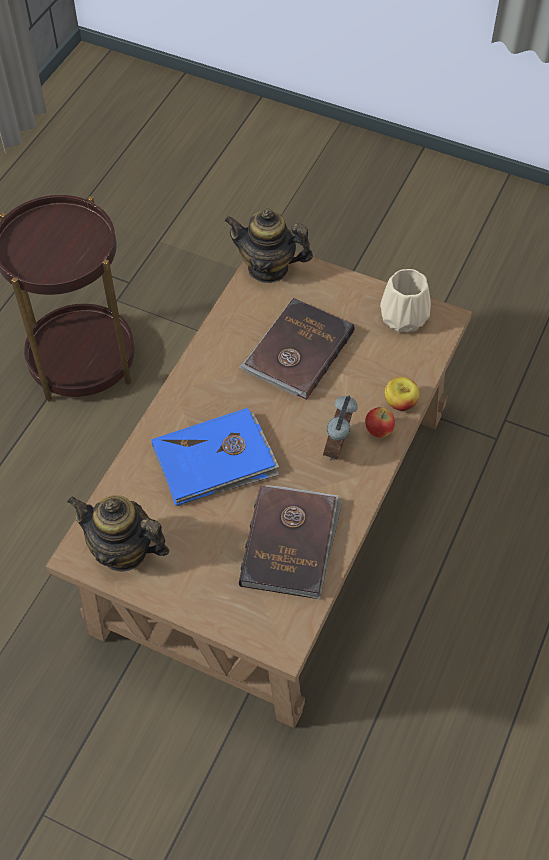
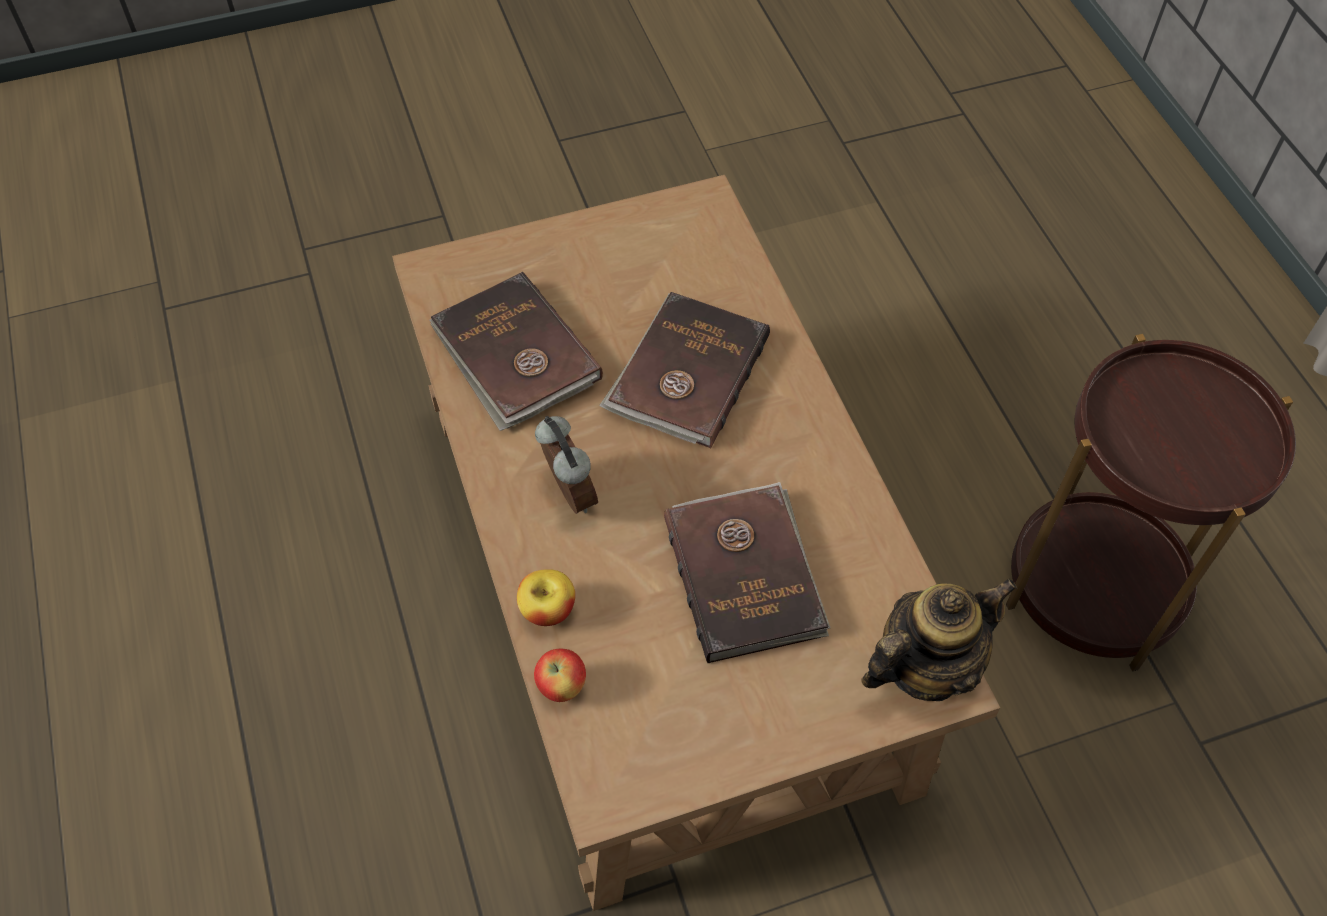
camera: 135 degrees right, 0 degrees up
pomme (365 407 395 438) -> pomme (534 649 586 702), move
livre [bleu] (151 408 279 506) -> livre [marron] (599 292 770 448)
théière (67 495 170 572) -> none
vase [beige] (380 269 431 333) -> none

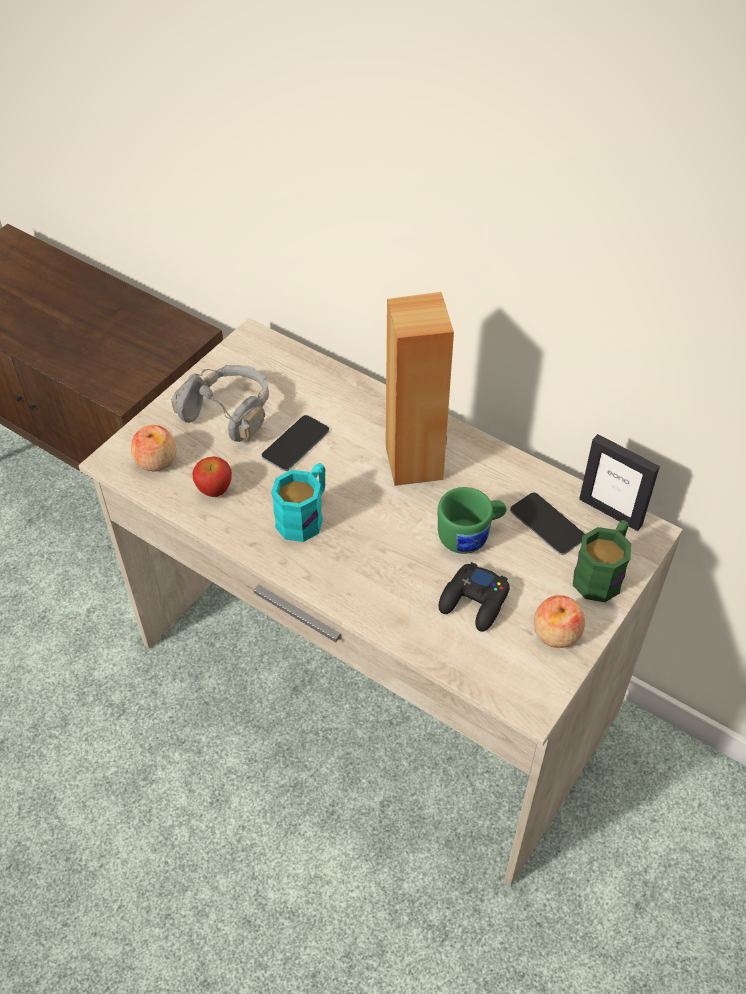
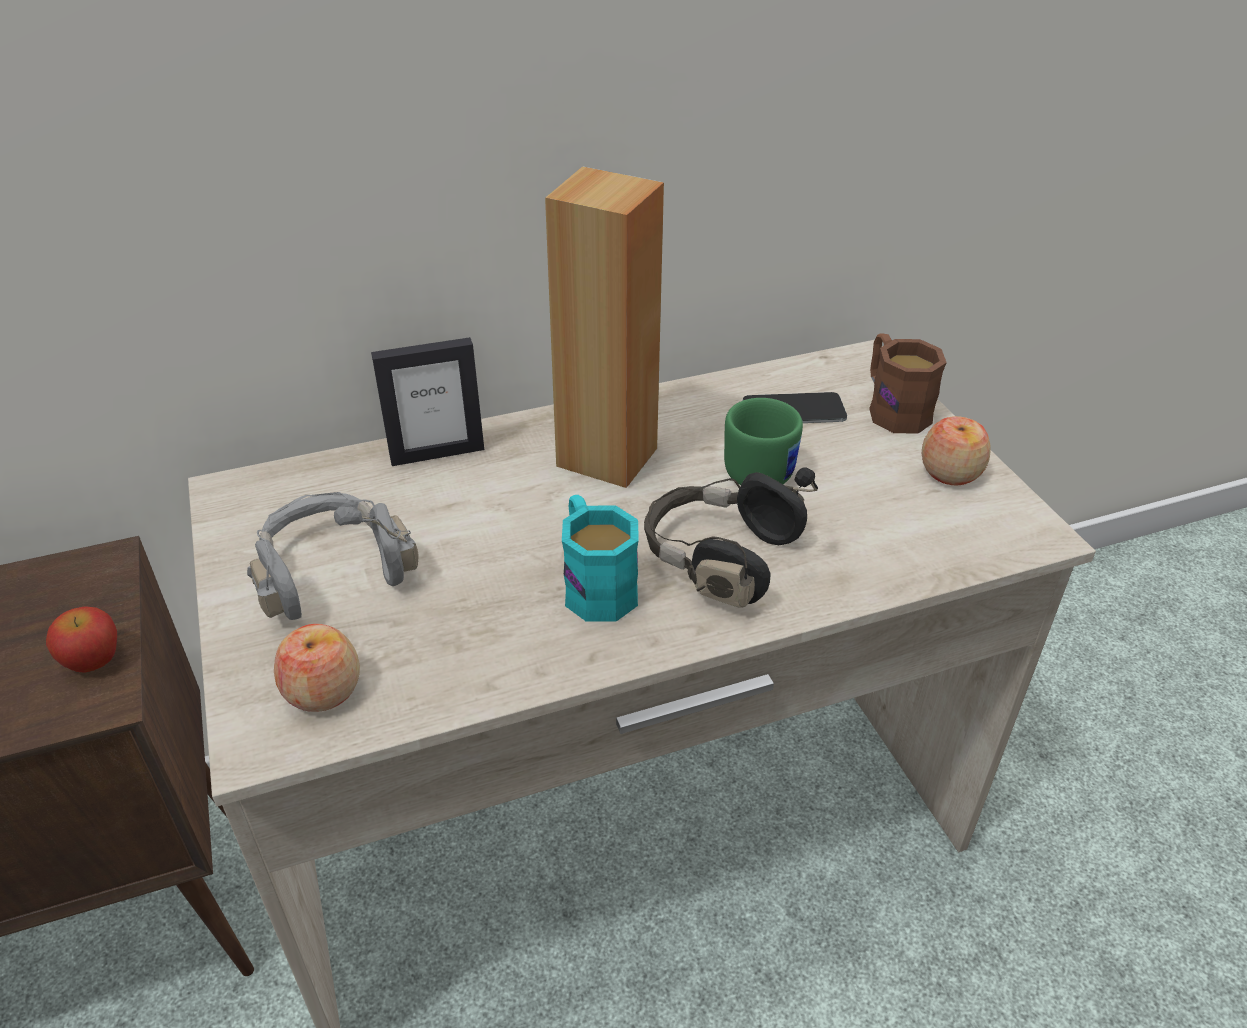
camera: 55 degrees left, 10 degrees down
pomme (193 457 232 497) -> pomme (46 606 117 673), move
cadre photo (579 434 660 531) -> cadre photo (371 337 484 466), move
none -> casque audio [noir] (644 467 818 608)
mug [vert] (573 520 631 602) -> mug [marron] (869 334 947 434)
téléphone (262 415 329 471) -> none
manette [noir] (439 562 510 632) -> none

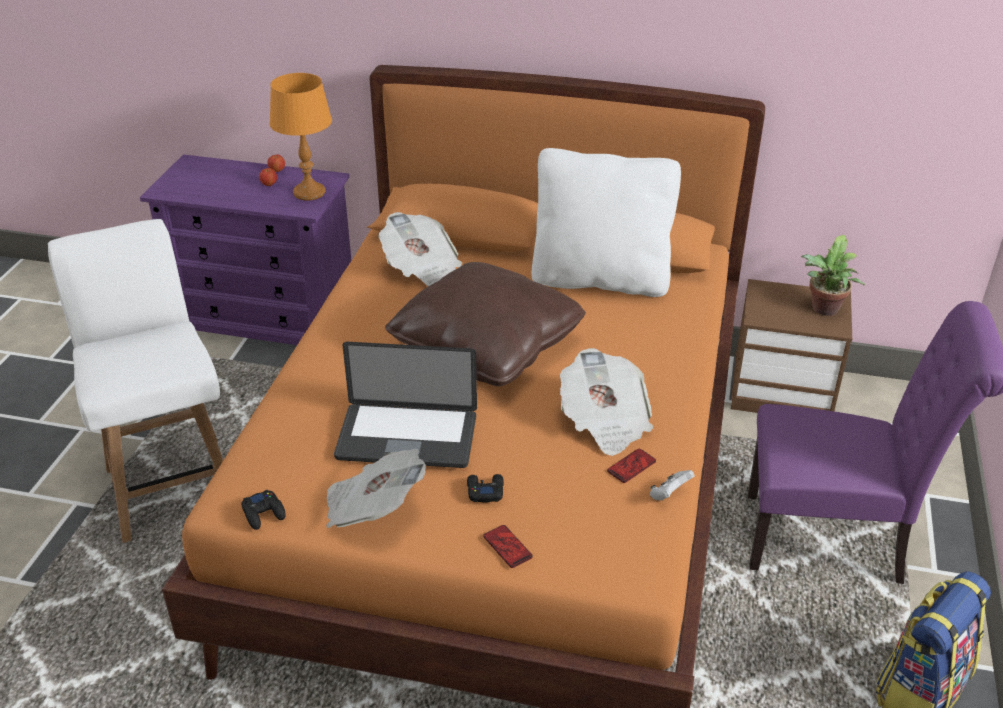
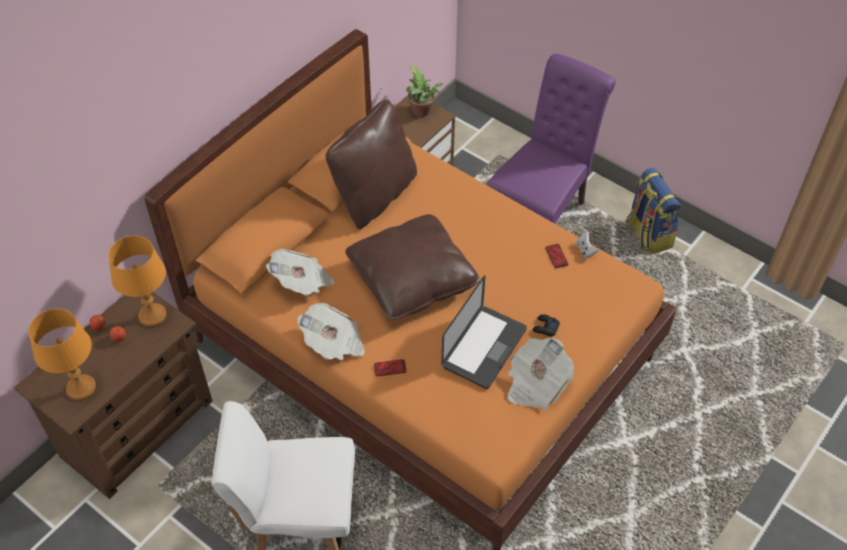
camera: 65 degrees left, 15 degrees up
commode [violet] (140 155 352 345) -> commode [marron] (14 292 212 499)
none -> lampe de table [orange] (28 309 96 400)
journal (560 348 653 456) -> journal (298 303 365 360), move
coussin [blanc] (532 148 681 297) -> coussin [marron] (326 99 417 230)
téléphone (483 525 533 568) -> téléphone (374 359 407 376), move
manette [noir] (242 490 286 530) -> none

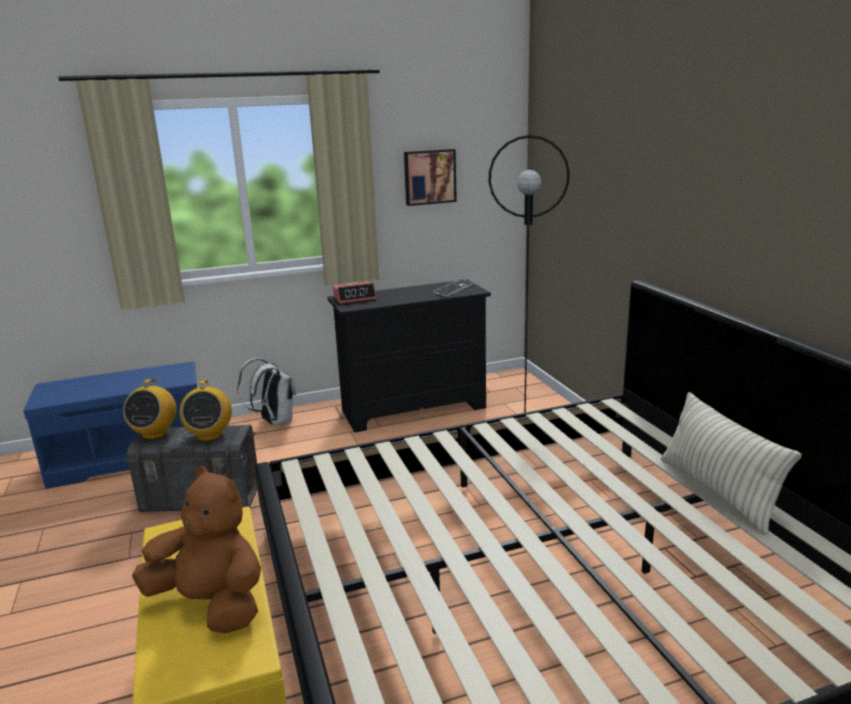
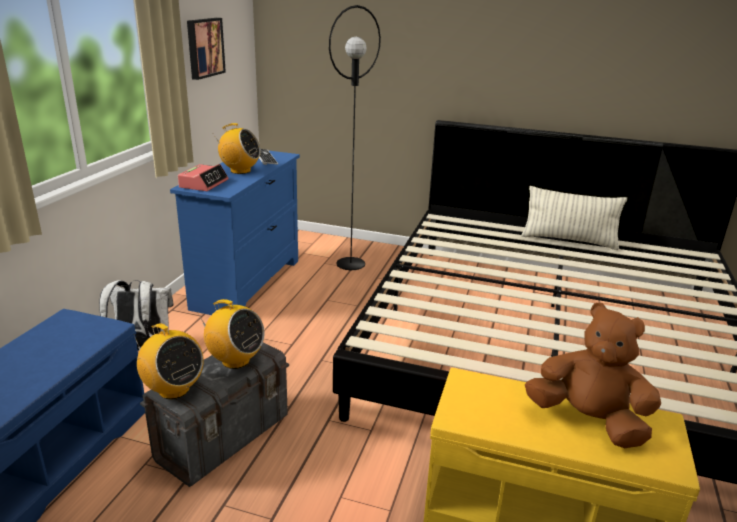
camera: 55 degrees left, 5 degrees up
commode [noir] (328 279 491 432) -> commode [bleu] (170 150 300 315)
none -> radio (214 123 261 174)
peluche [marron] (132 466 261 634) -> peluche [marron] (525 303 661 448), 60 degrees clockwise

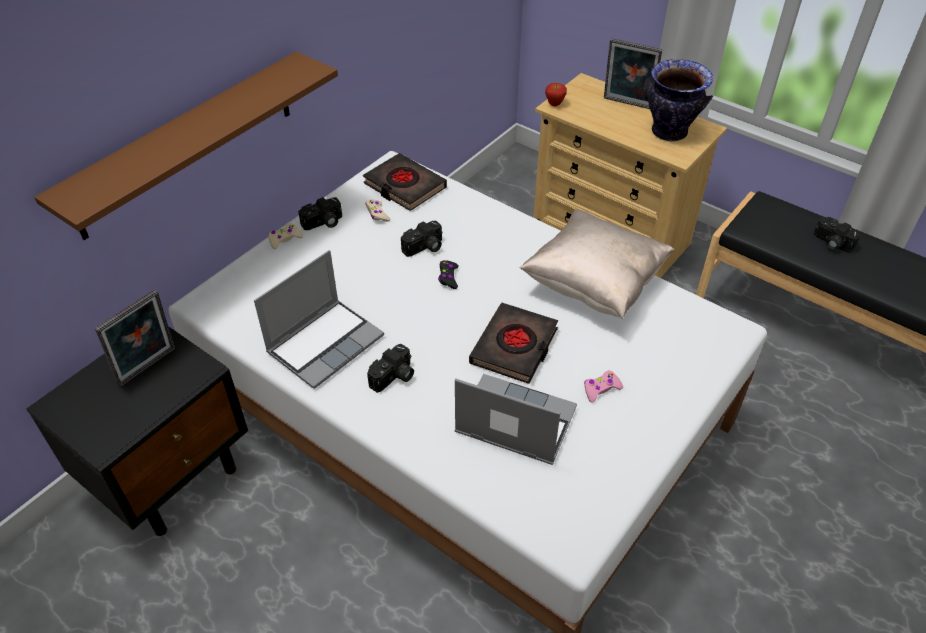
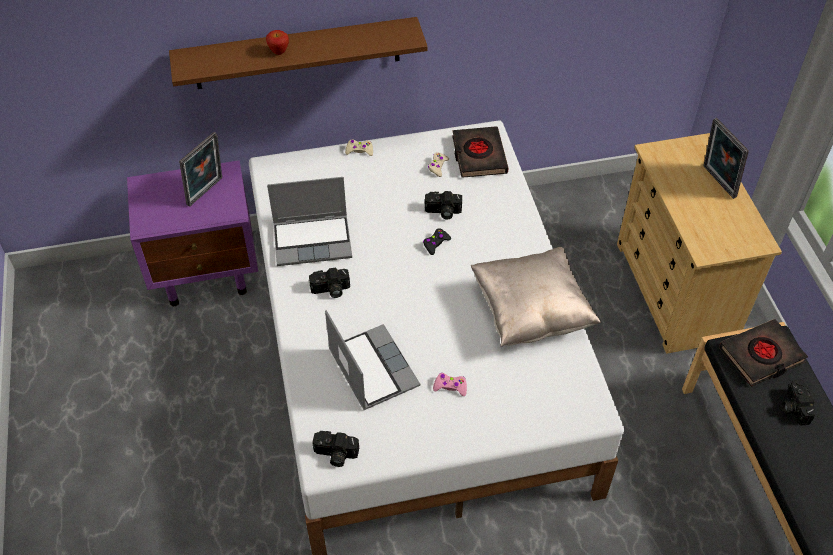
camera: 40 degrees right, 5 degrees up
table de chevet [noir] (26 326 248 536) -> table de chevet [violet] (127 160 258 306)
cadre photo (95 289 175 387) -> cadre photo (179 132 222 207), 45 degrees counterclockwise
pomme (545 83 567 106) -> pomme (266 30 289 55), move
appareil photo (298 197 342 230) -> appareil photo (312 431 359 467), move
livre [noir] (469 303 558 384) -> livre [noir] (719 319 808 387), move
vase (643 59 713 141) -> none

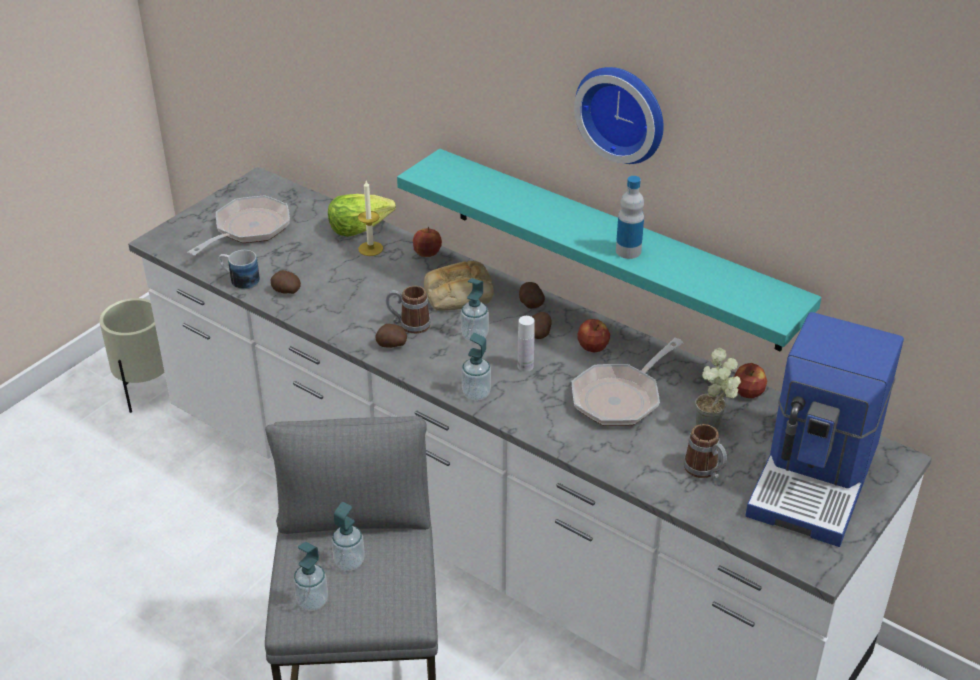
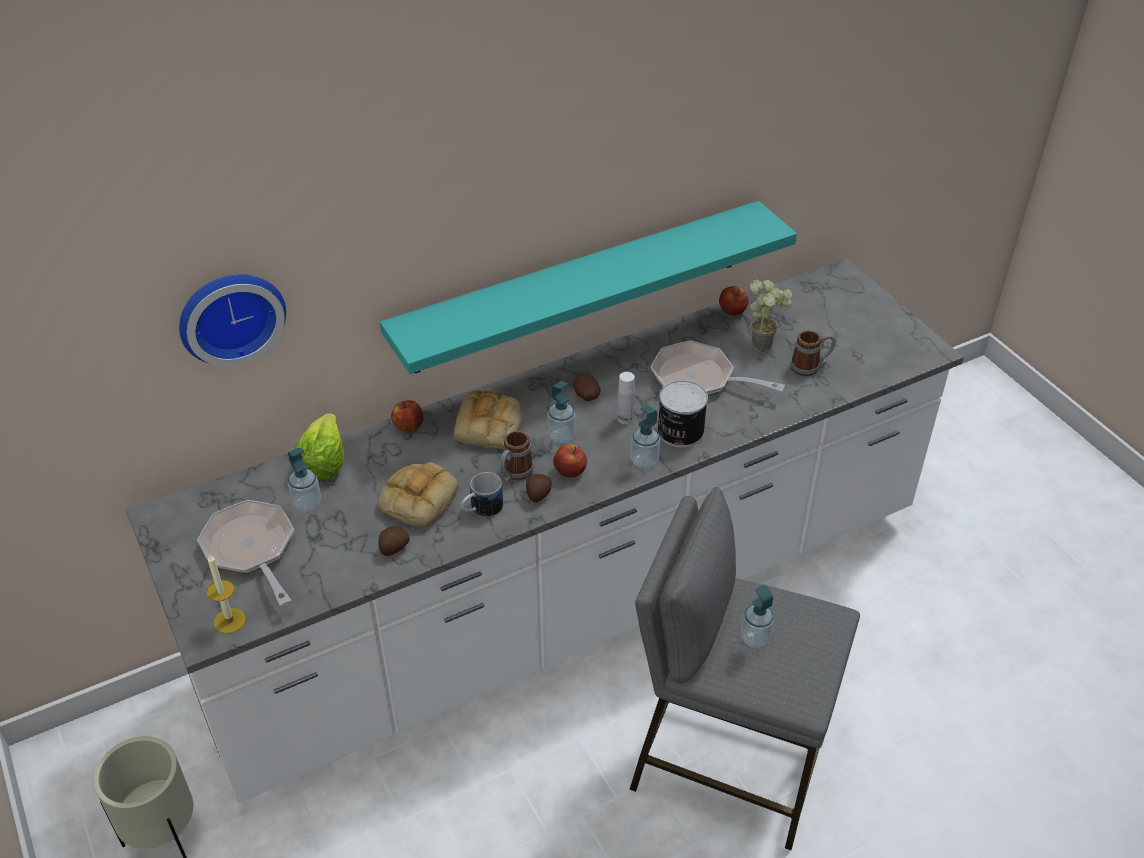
camera: 65 degrees left, 5 degrees up
horloge murale (574 67 664 164) -> horloge murale (179 274 286 367), move
bougie (358 181 383 256) -> bougie (207 553 246 634), move
distributeur de savon (293 542 328 611) -> distributeur de savon (288 447 321 511), move
none -> pain (378 462 459 528)
mug (219 250 260 289) -> mug (461 472 503 517), move
pomme (577 319 610 353) -> pomme (553 444 587 478), move
poêle (572 338 683 426) -> poêle (651 341 785 395), 135 degrees clockwise
none -> boîte métallique (657 380 708 448)
pomme de terre (519 282 545 309) -> none
bouteille (616 176 644 259) -> none
machine à café (745 312 904 547) -> none

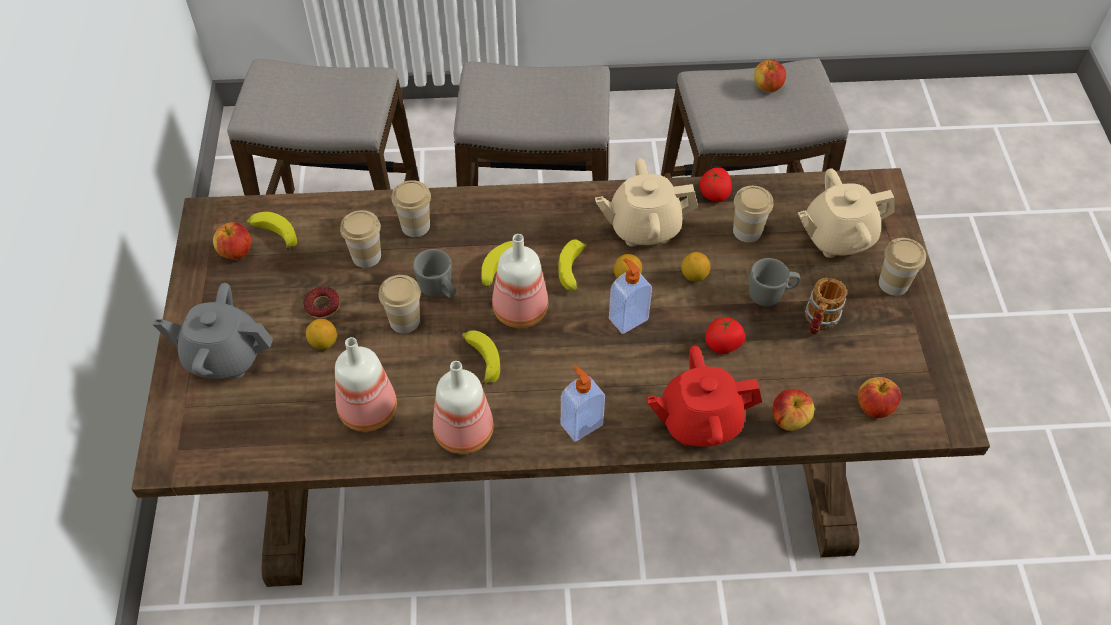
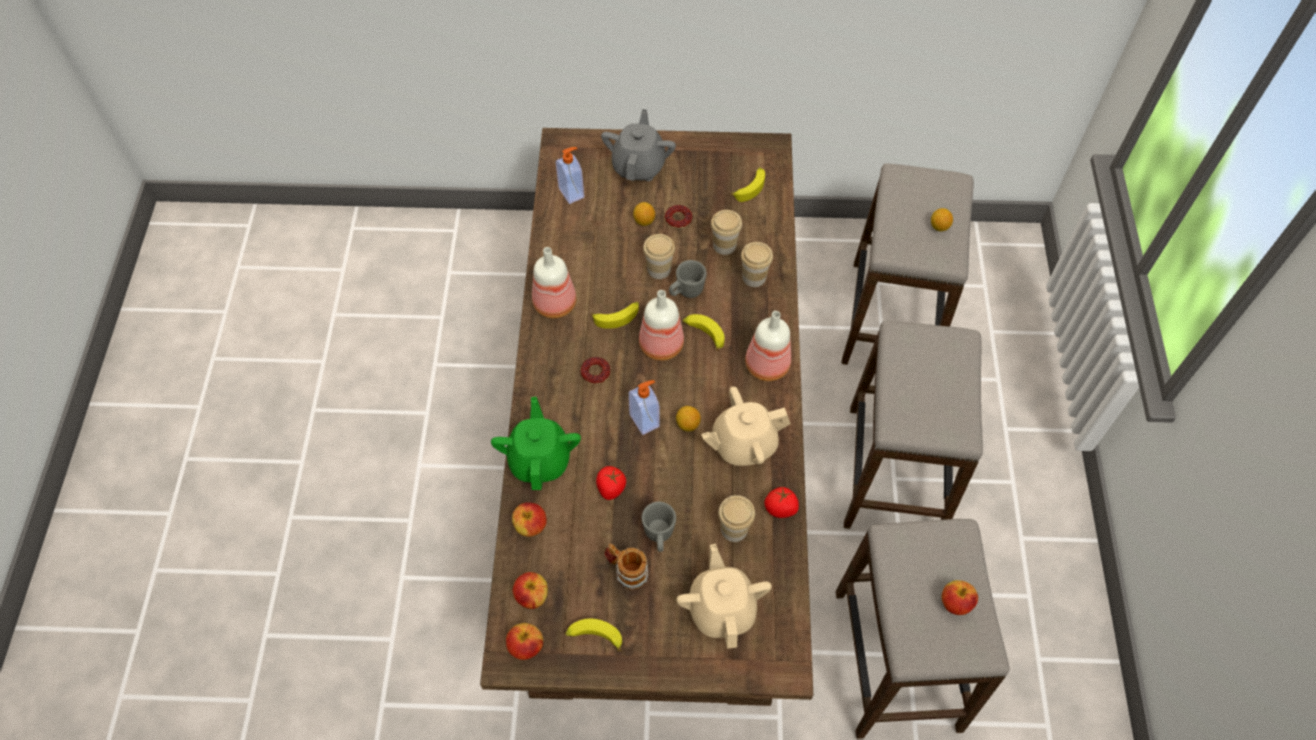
camera: 95 degrees right, 5 degrees up
théière [rouge] (646 346 762 447) -> théière [vert] (491 397 581 490)
pomme (213 222 251 260) -> pomme (506 623 543 660), move
distributeur de savon (561 366 605 442) -> distributeur de savon (556 147 584 204), move
banane (558 239 588 291) -> banane (565 619 622 651), move
none -> beignet (581 357 611 384)
théière [beige] (595 158 698 247) -> théière [beige] (701 386 791 466), 105 degrees counterclockwise
bouteille (335 337 397 432) -> bouteille (745 311 791 381), move
citron (681 252 711 282) -> citron (931 208 953 231), move
tasse (879 238 926 296) -> none

